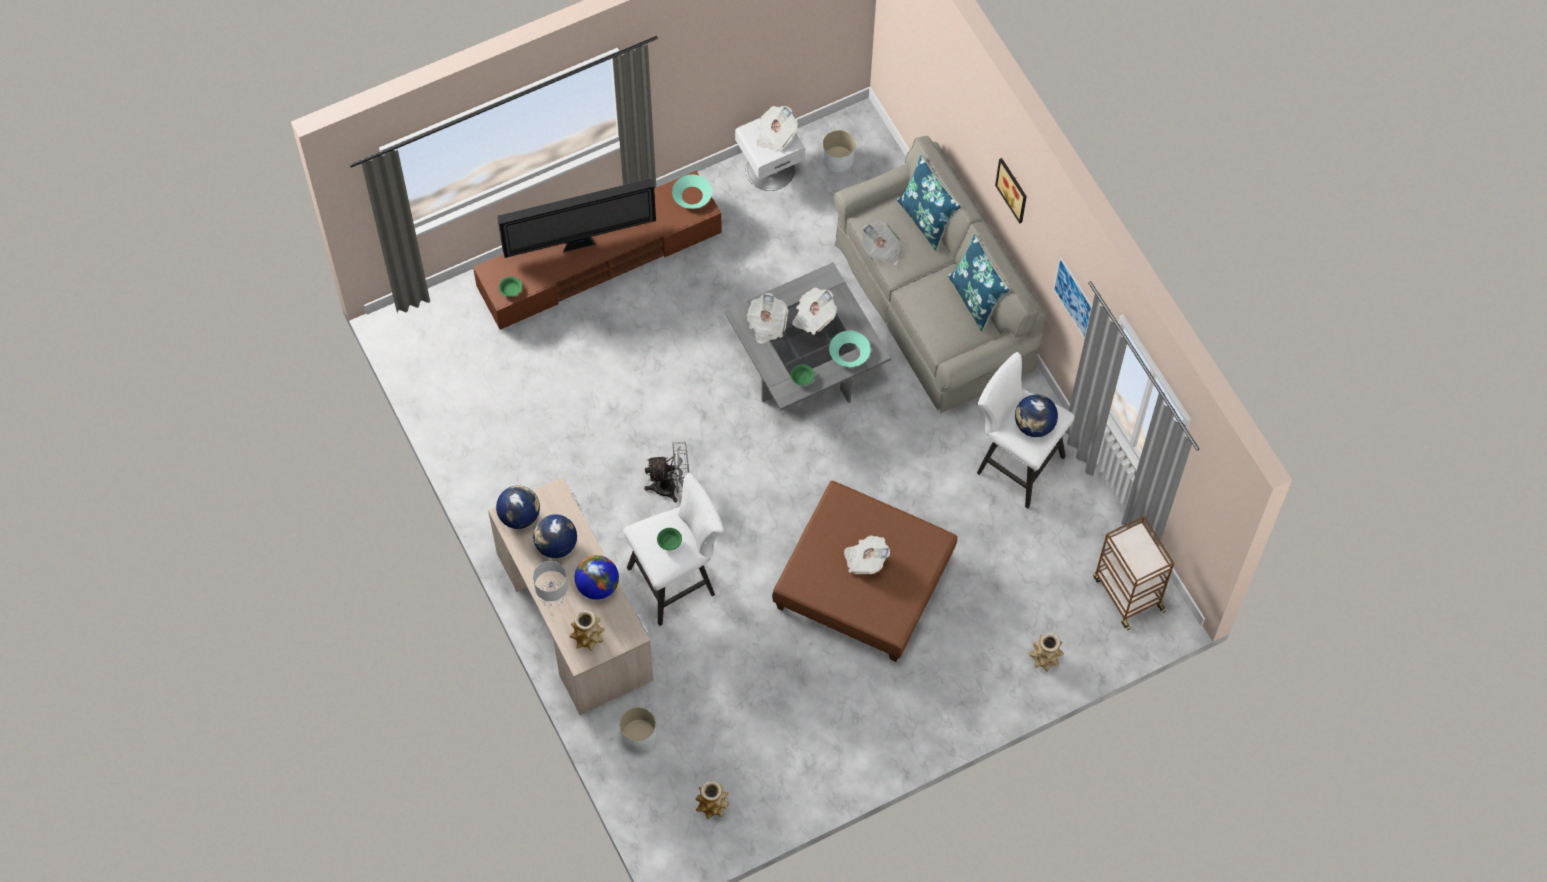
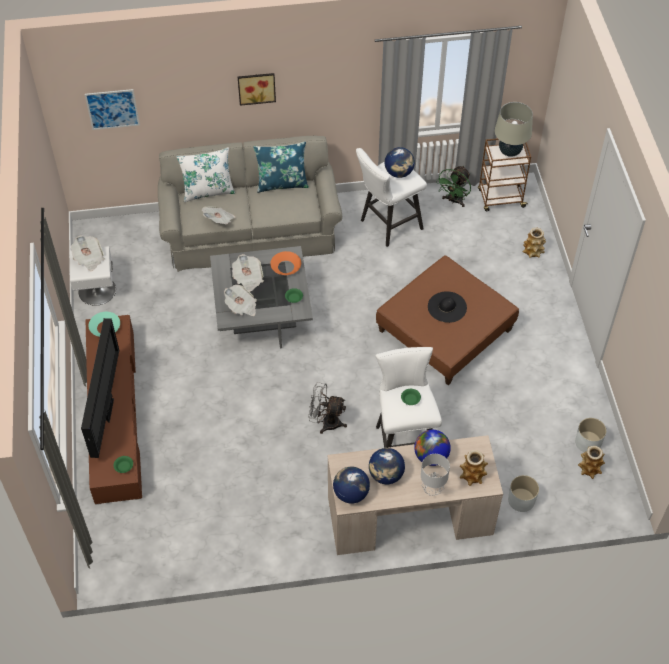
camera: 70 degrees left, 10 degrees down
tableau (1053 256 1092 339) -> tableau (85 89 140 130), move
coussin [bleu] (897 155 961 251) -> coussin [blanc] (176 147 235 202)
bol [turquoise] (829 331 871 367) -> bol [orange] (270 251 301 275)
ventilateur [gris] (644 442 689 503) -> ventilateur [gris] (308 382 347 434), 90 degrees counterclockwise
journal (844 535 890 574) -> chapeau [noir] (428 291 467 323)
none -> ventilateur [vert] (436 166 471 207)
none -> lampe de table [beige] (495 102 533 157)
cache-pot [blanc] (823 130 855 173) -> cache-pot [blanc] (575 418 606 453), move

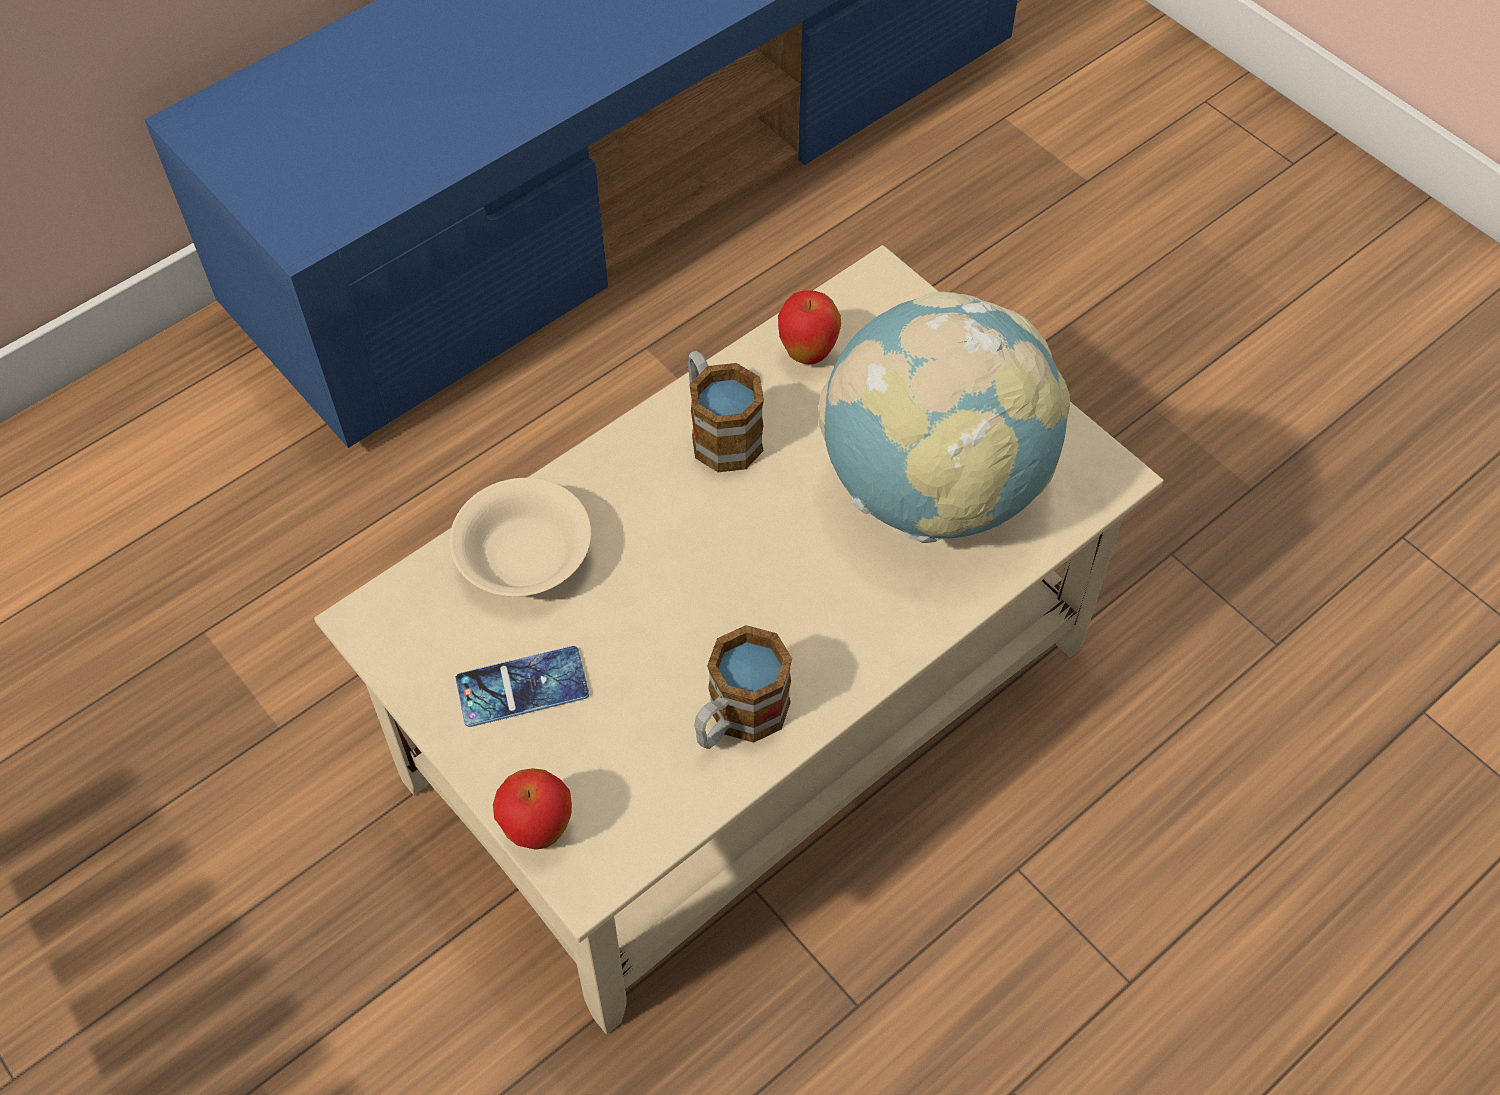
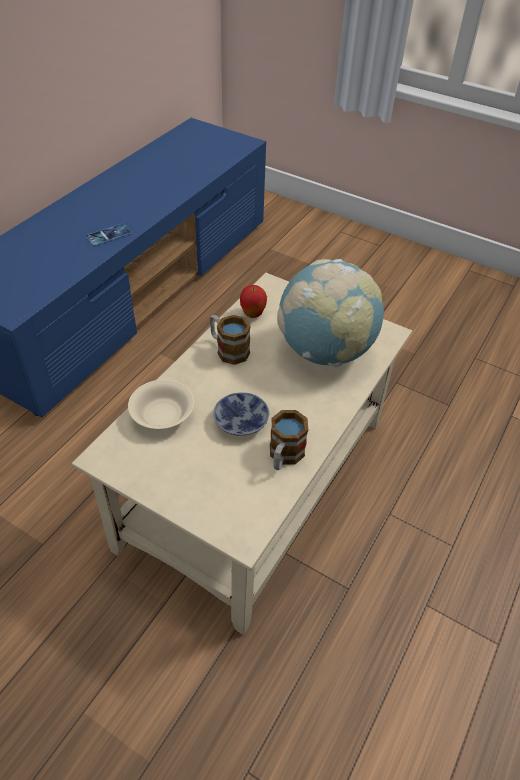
camera: 20 degrees left, 10 degrees down
téléphone (455 646 589 727) -> téléphone (86 223 132 246), move
none -> bol (213 392 269 436)
pomme (493 768 572 850) -> none

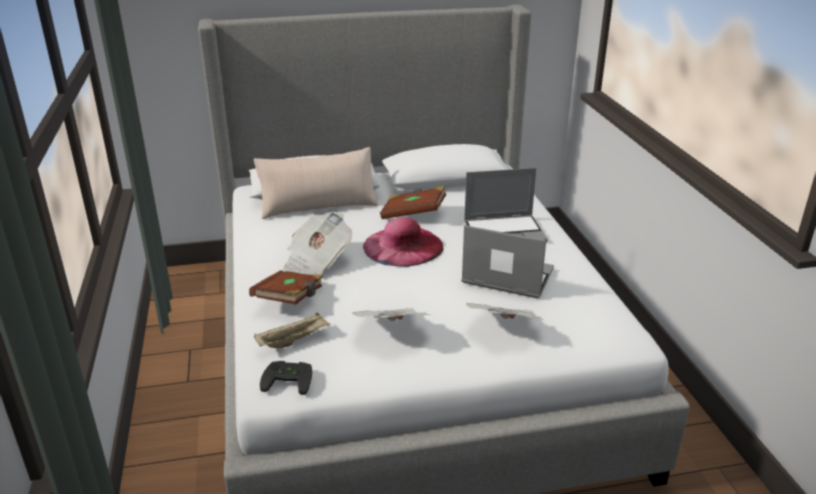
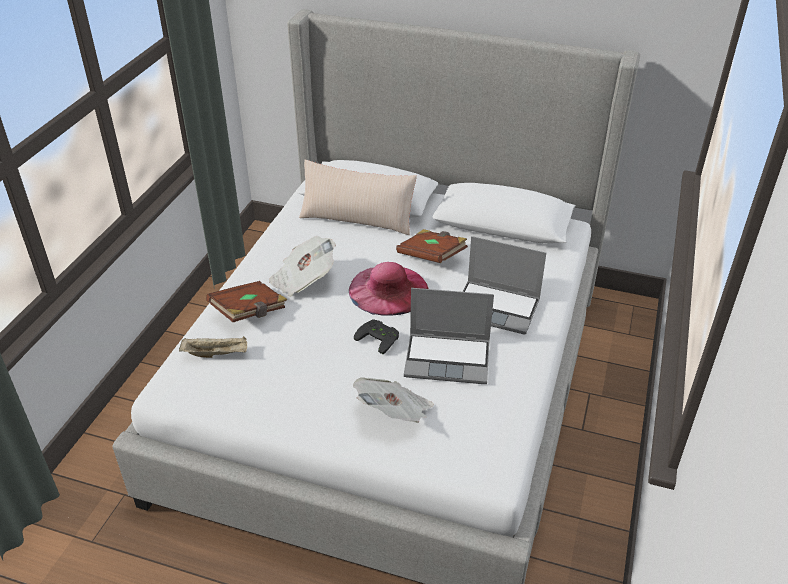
camera: 30 degrees right, 10 degrees up
manette [noir] (260 361 312 395) -> manette [noir] (354 319 399 354), move
ordinateur portable (461 225 554 298) -> ordinateur portable (404 288 494 384), 135 degrees clockwise
journal (352 308 430 321) -> none

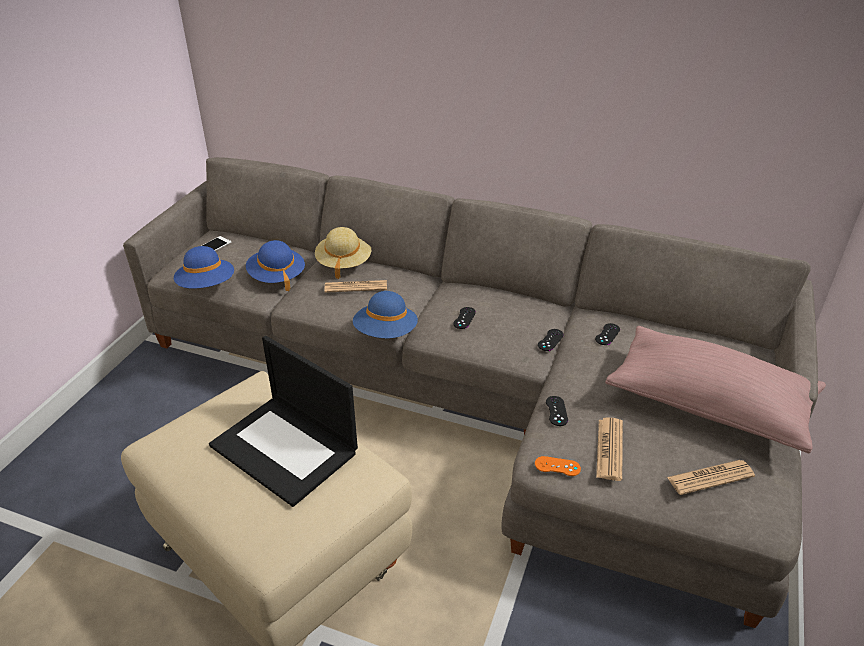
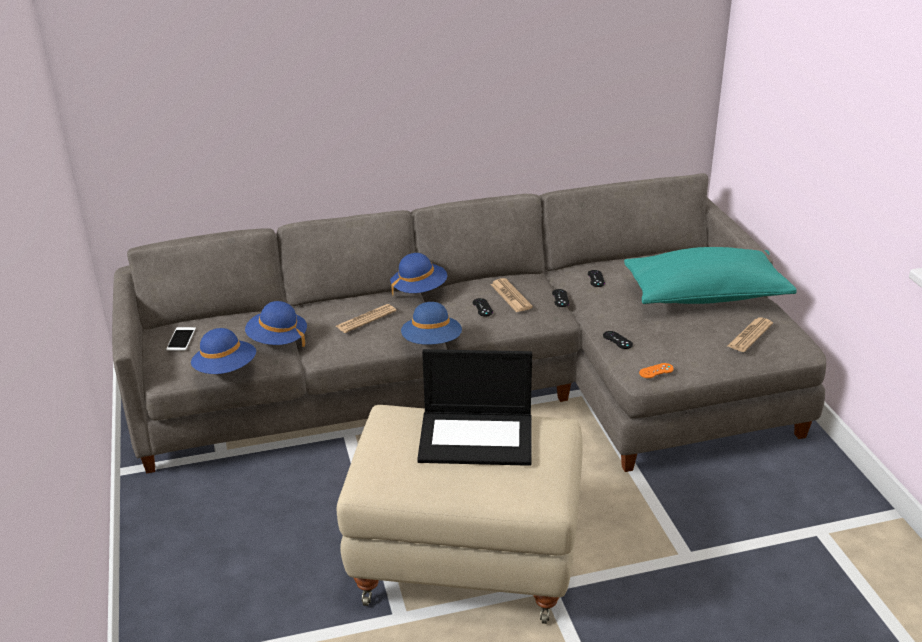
camera: 35 degrees left, 5 degrees down
none -> chapeau [bleu] (390 253 447 295)
journal (596 417 623 481) -> journal (490 278 533 312), move
coussin [rose] (605 326 826 454) -> coussin [turquoise] (624 247 797 304)
chapeau [beige] (315 227 371 279) -> none

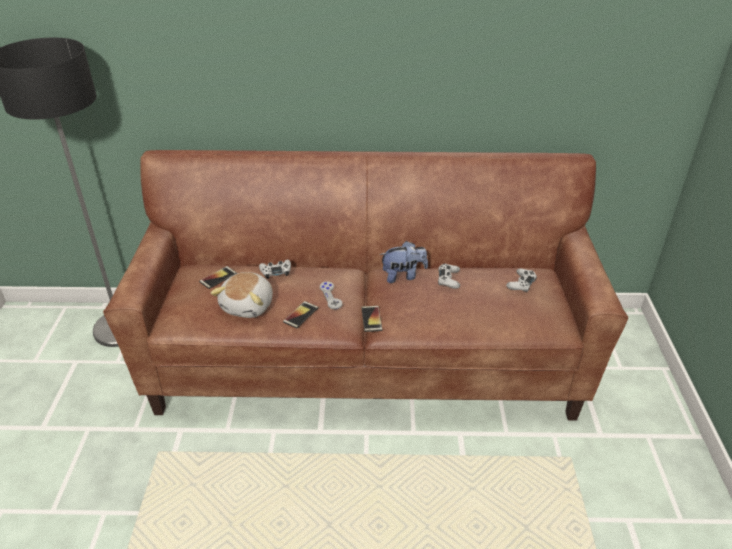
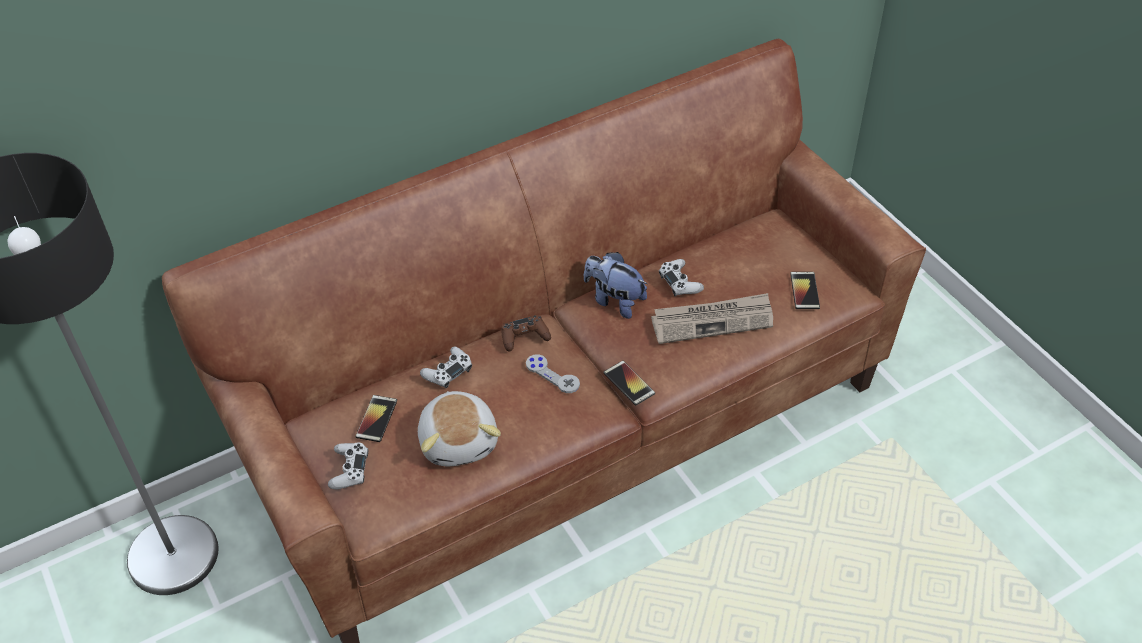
camera: 30 degrees left, 10 degrees up
manette [blanc] (506 268 537 292) -> manette [blanc] (328 442 368 489), move
none -> manette [marron] (501 315 551 351)
peluche (380 241 428 283) -> peluche (584 252 647 319), 105 degrees counterclockwise
none -> journal (651 293 773 344)
téléphone (283 301 318 328) -> téléphone (790 272 820 309), move

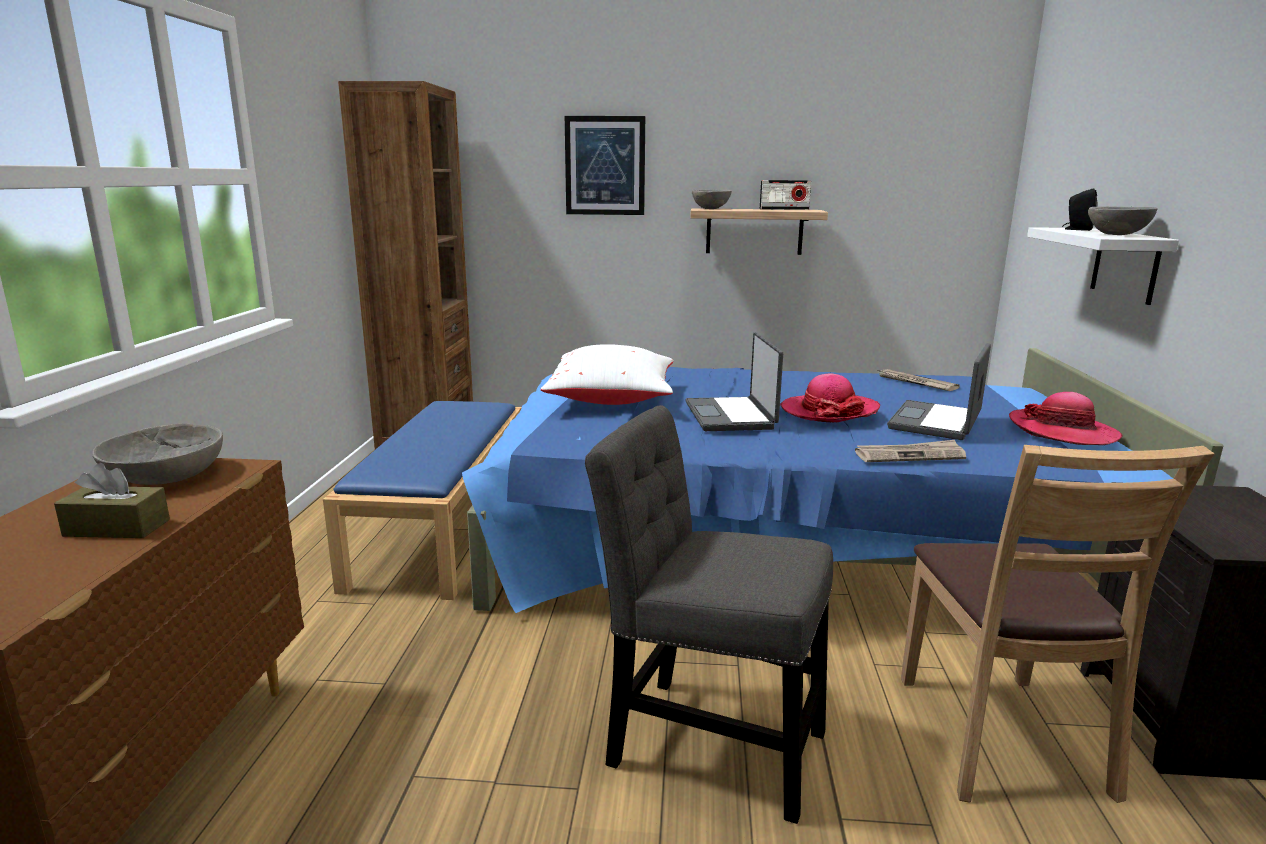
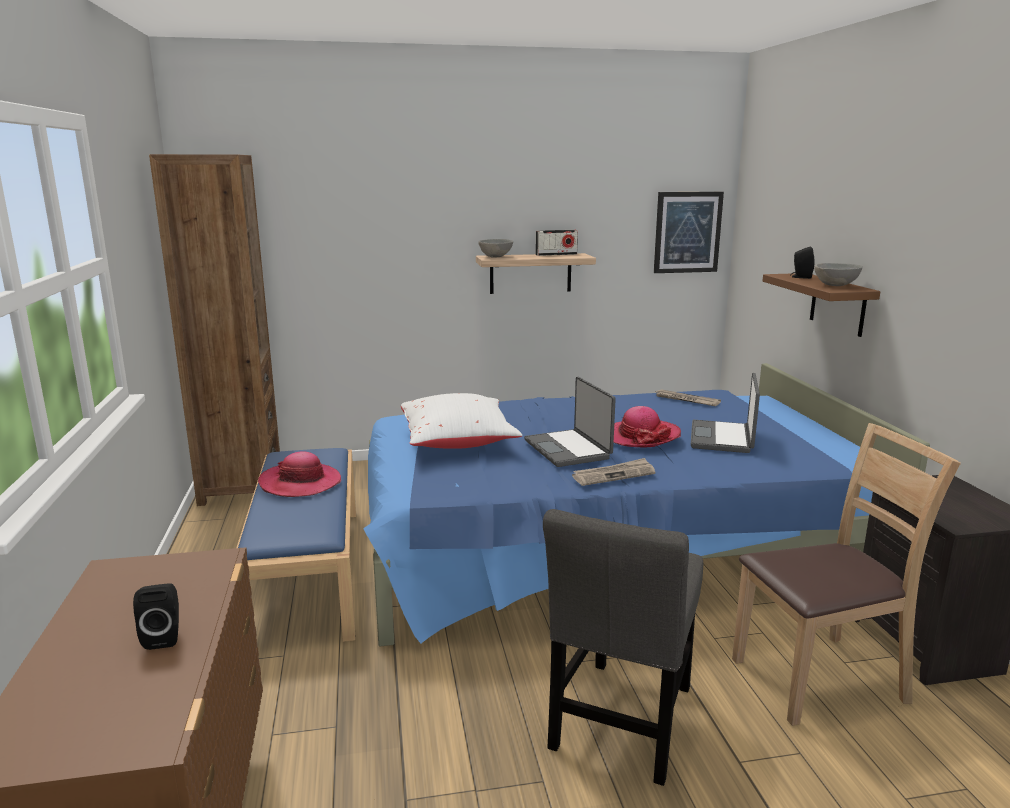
camera: 15 degrees left, 0 degrees up
boîte à mouchoirs [marron] (54 463 170 538) -> enceinte [noir] (133 583 179 650)
chapeau (1009 392 1123 445) -> chapeau (258 451 341 497), move
chaise [gris] (585 405 833 824) -> chaise [gris] (543 509 703 786), 75 degrees counterclockwise
journal (855 440 966 462) -> journal (572 458 655 486), move
tableau (565 116 645 215) -> tableau (654 192 724 273), move
chaise [marron] (901 445 1214 803) -> chaise [marron] (732 423 961 726), 90 degrees counterclockwise
étagère [blanc] (1027 227 1179 305) -> étagère [marron] (763 273 880 337)
bol [gris] (92 423 223 485) -> none

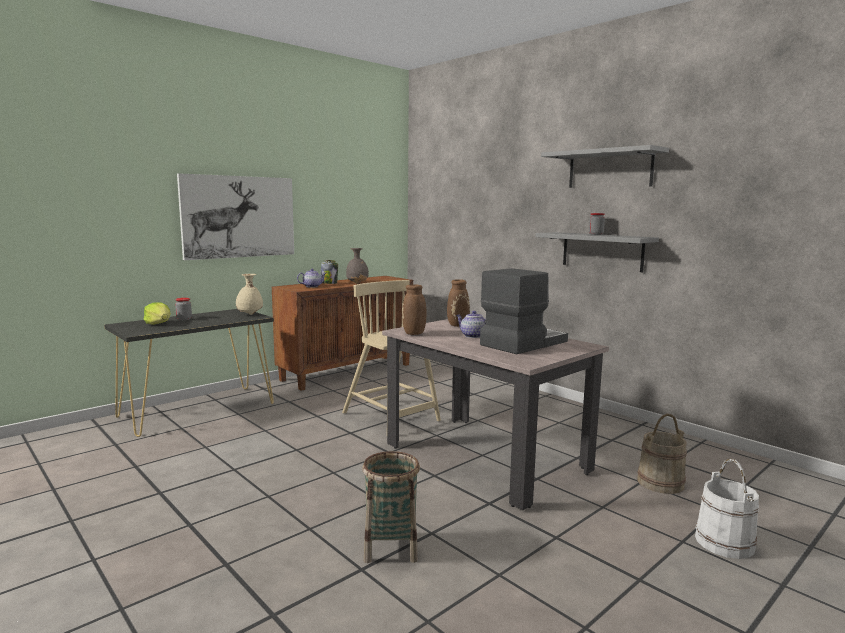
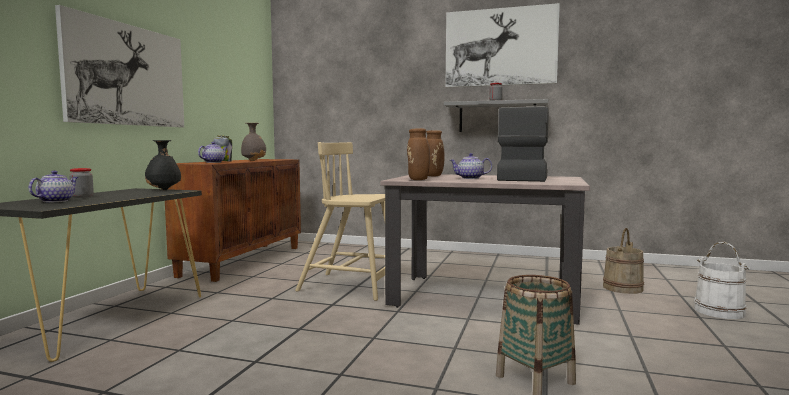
camera: 30 degrees left, 5 degrees down
laitue (144 302 171 325) -> théière (28 171 78 202)
vase [beige] (236 274 263 315) -> vase [noir] (145 140 181 190)
étagère [gris] (541 145 669 188) -> tableau (445 3 560 87)

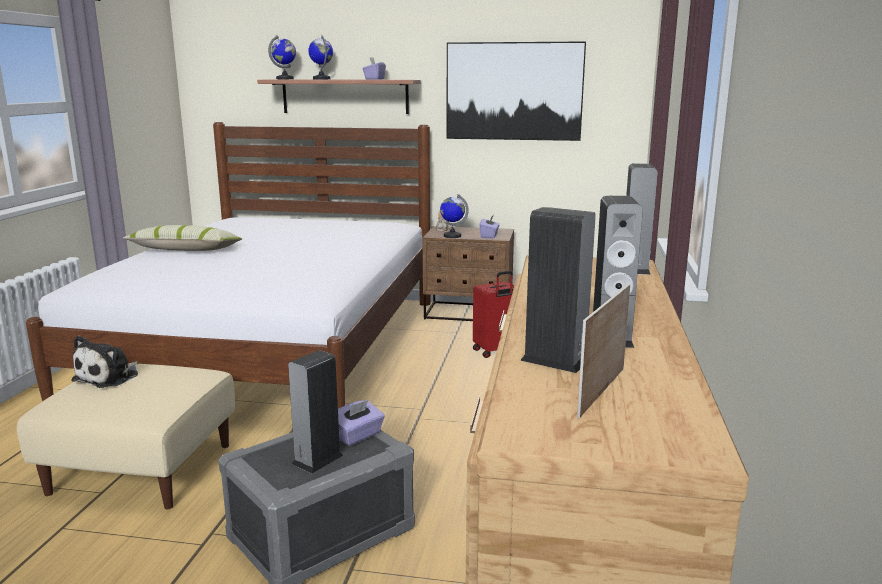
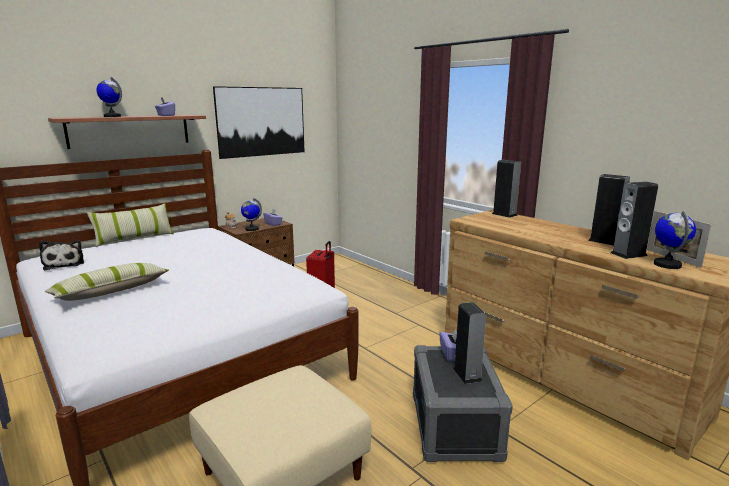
camera: 50 degrees left, 0 degrees up
peluche (71 336 139 388) -> peluche (39 240 84 271), move
none -> coussin (87 203 174 247)
globe (268 35 296 79) -> globe (654 211 696 269), move

